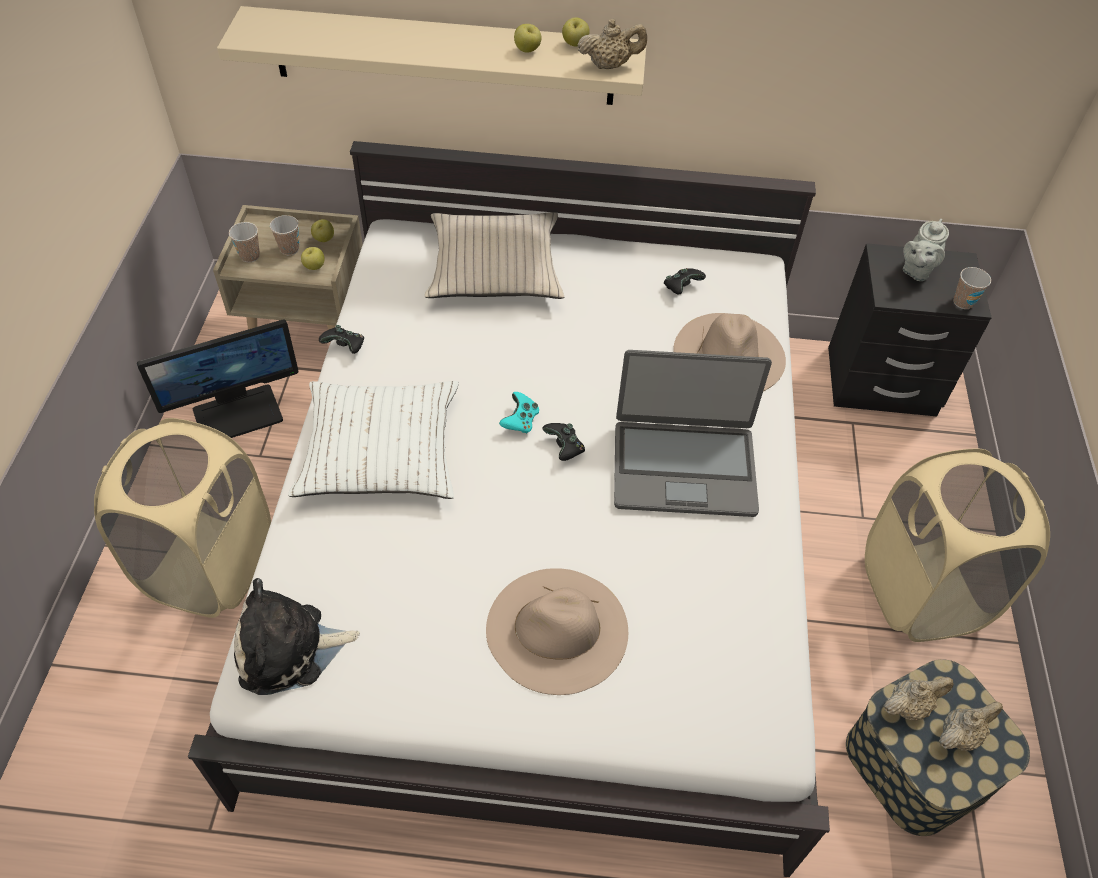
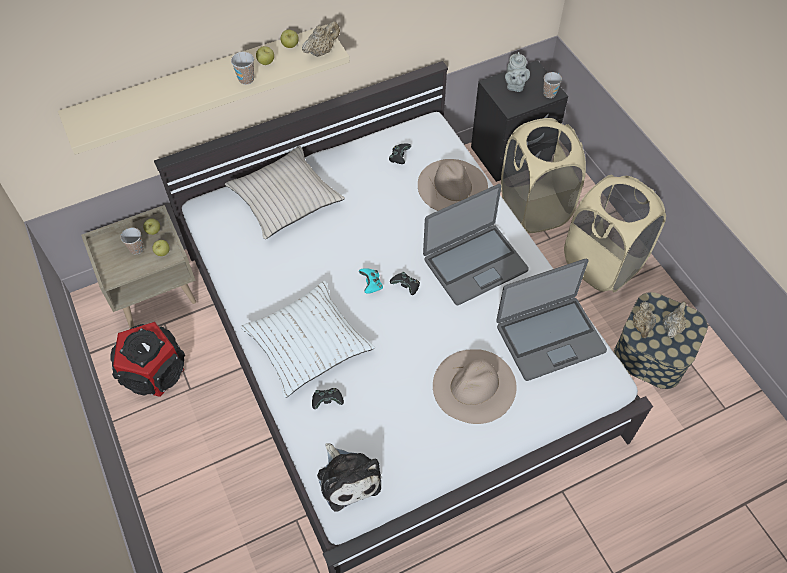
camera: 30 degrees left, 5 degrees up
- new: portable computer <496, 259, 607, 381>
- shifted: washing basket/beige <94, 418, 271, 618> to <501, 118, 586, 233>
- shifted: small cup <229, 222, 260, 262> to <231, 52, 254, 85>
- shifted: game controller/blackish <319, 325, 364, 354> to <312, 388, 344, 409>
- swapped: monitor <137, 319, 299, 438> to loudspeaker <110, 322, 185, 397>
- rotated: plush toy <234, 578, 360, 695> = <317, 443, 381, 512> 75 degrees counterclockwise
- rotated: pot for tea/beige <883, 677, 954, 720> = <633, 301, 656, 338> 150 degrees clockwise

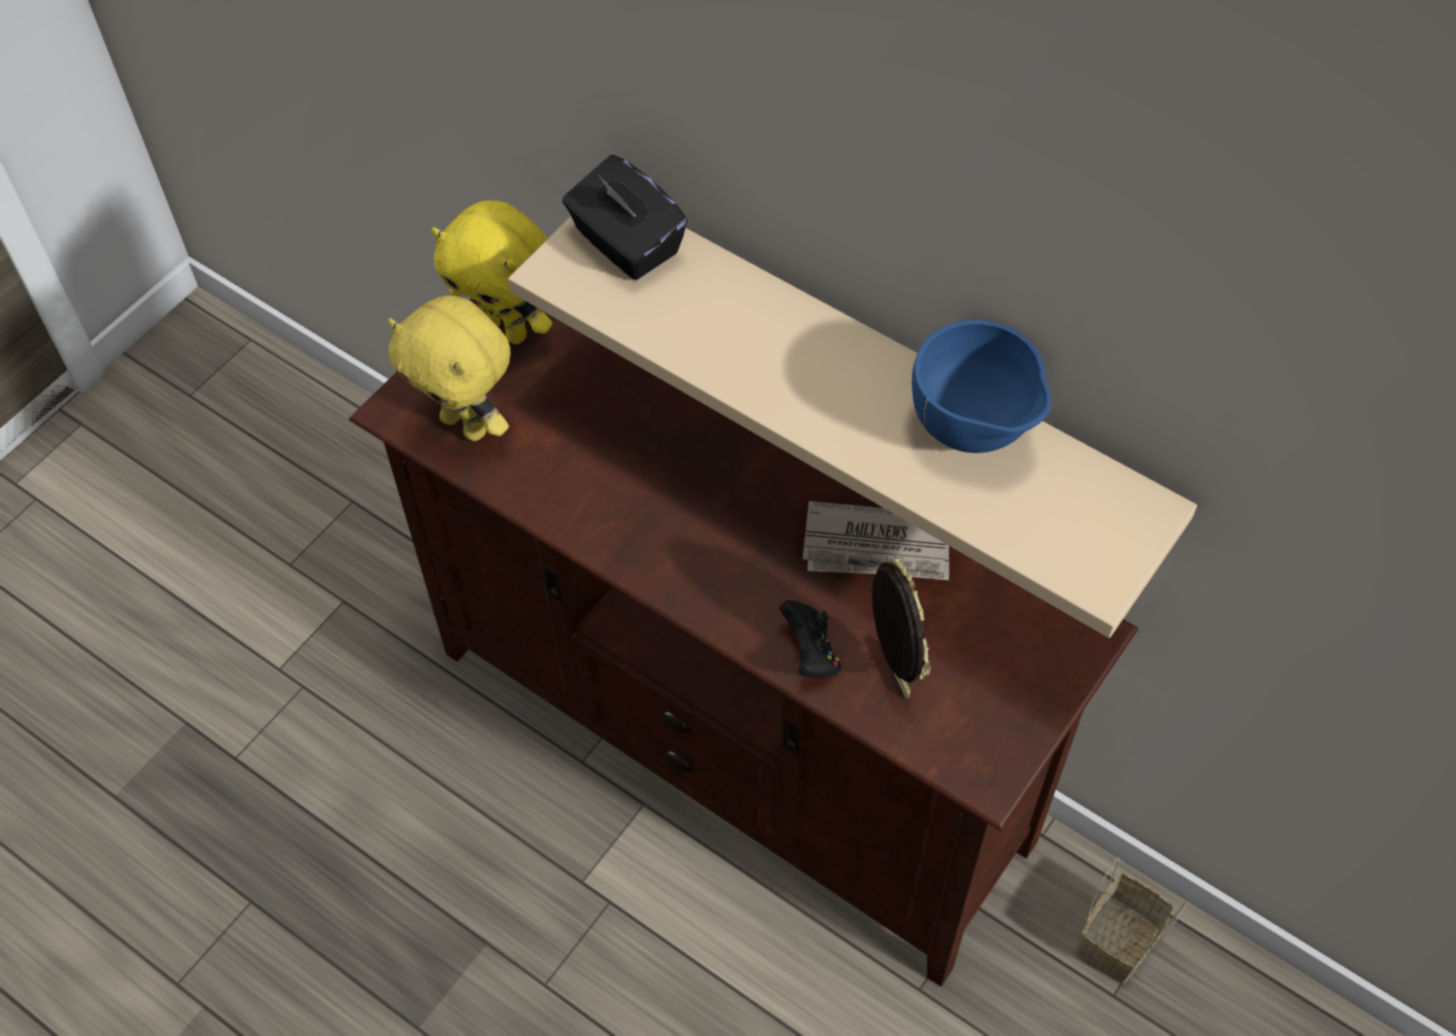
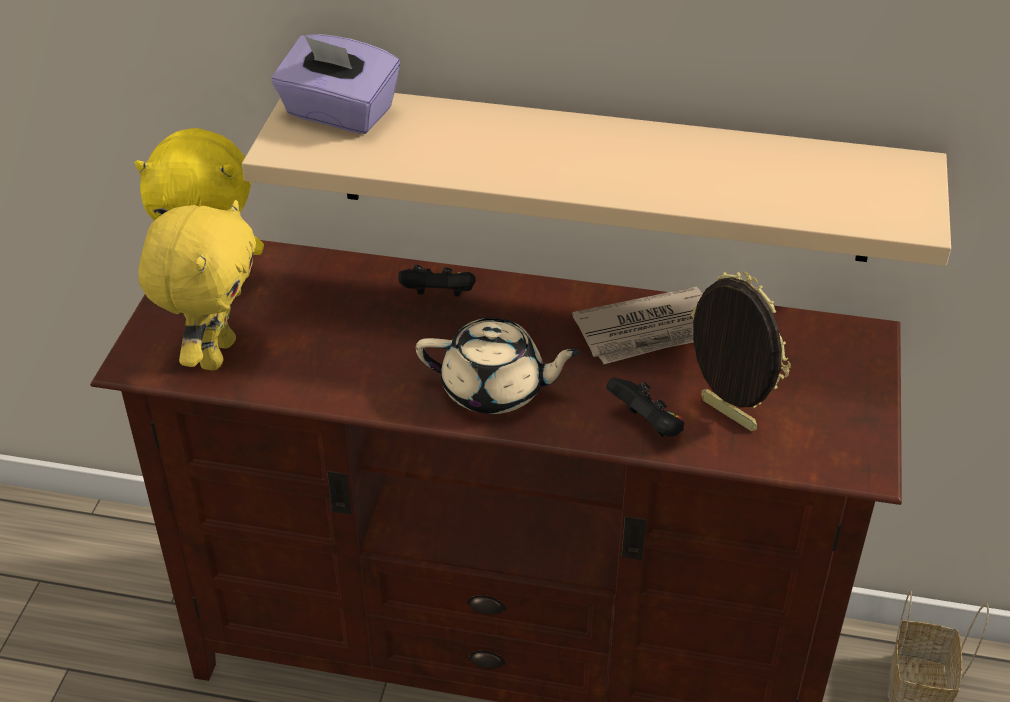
camera: 25 degrees left, 15 degrees down
- gone: bowl/blue-coloured <912, 320, 1051, 453>
- new: game controller/blackish <398, 265, 476, 297>
- new: pot for tea/beige <416, 318, 582, 414>
- repainted: tissue box/blackish <562, 155, 688, 280> to tissue box/purplish <272, 34, 400, 134>
- rotated: plush toy/yellowish <388, 296, 511, 441> = <138, 200, 256, 370> 90 degrees counterclockwise

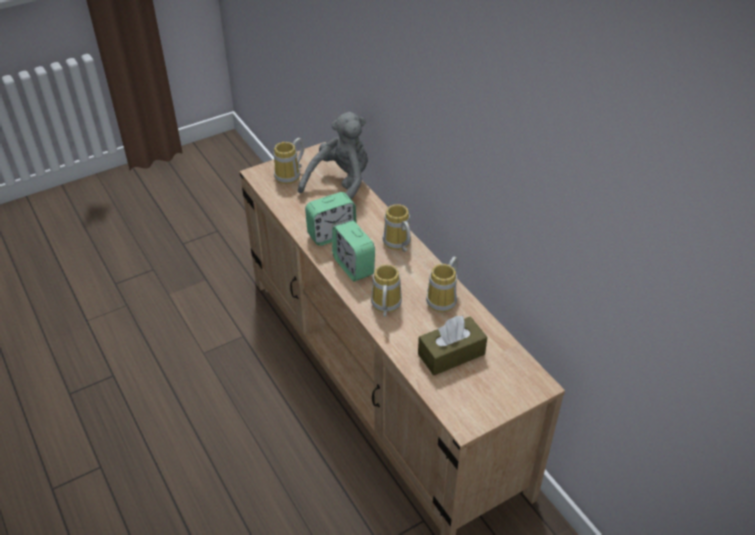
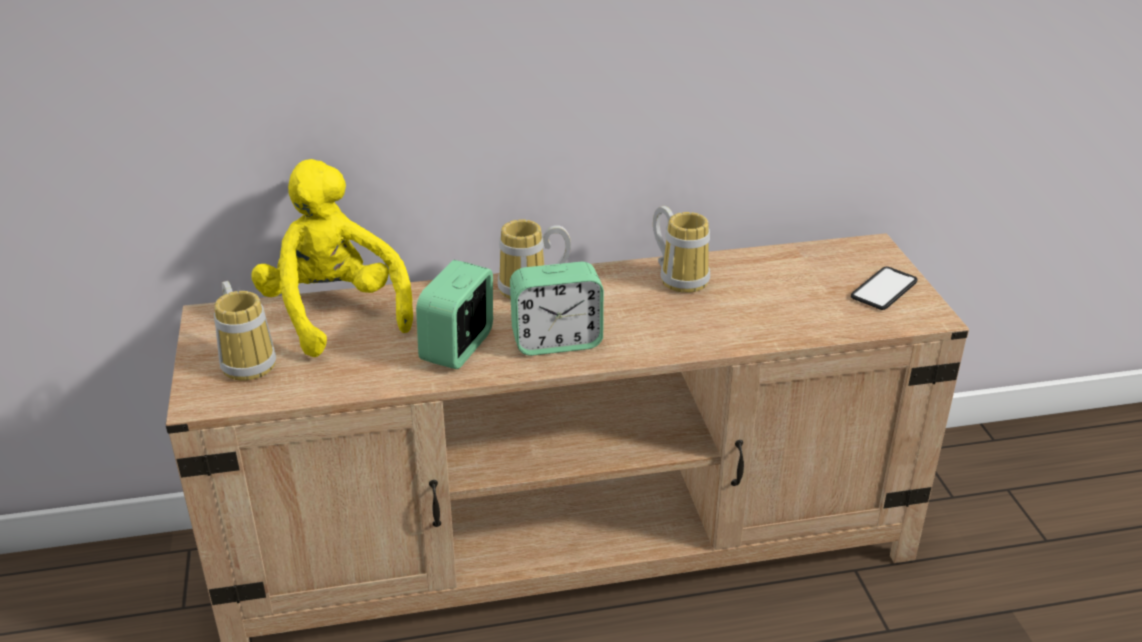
camera: 70 degrees left, 10 degrees down
- gone: mug <371, 264, 402, 317>
- gone: tissue box/brownish <418, 316, 487, 376>
- new: telephone <851, 267, 917, 310>
- repainted: plush toy/gray <298, 112, 368, 199> to plush toy/yellowish <251, 159, 413, 357>
- rotated: bedside clock <305, 192, 357, 246> = <416, 260, 493, 369> 150 degrees counterclockwise

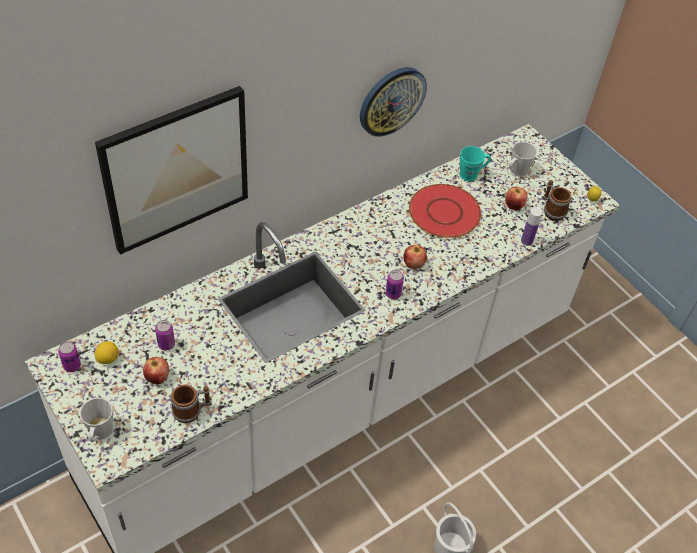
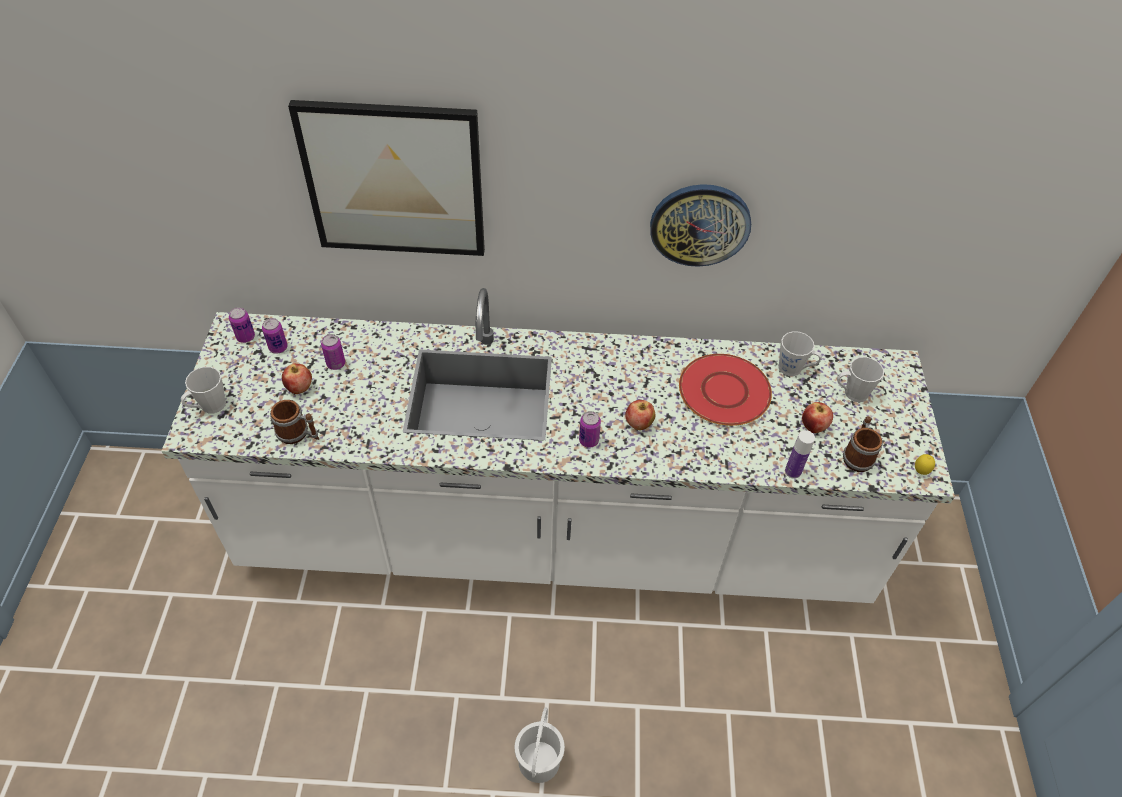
camera: 40 degrees right, 0 degrees up
- swapped: citrus fruit <95, 341, 119, 364> to can <262, 318, 288, 354>
- repainted: mug/turquoise <460, 146, 491, 181> to mug/gray <778, 331, 822, 376>

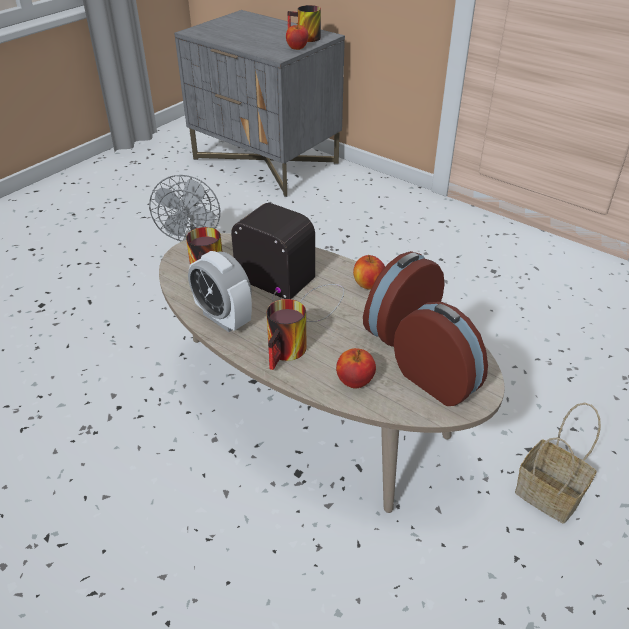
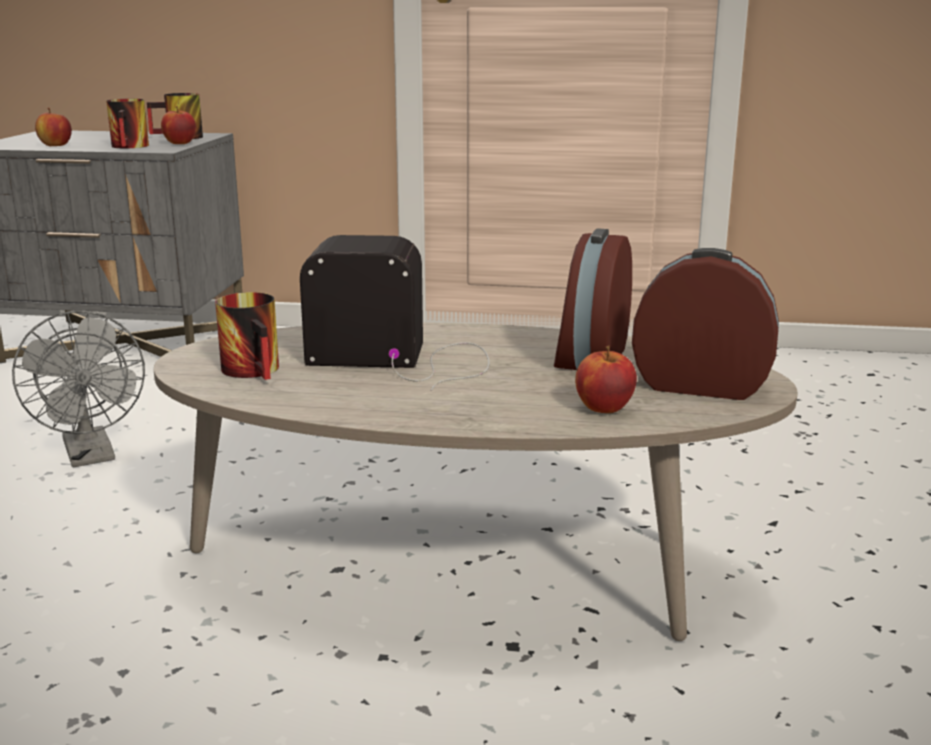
camera: 30 degrees left, 20 degrees down
- gone: bedside clock <188, 251, 252, 332>
- gone: household basket <515, 403, 601, 523>
- shifted: mug <267, 299, 306, 370> to <106, 99, 149, 148>
- shifted: apple <353, 255, 385, 290> to <35, 108, 72, 146>

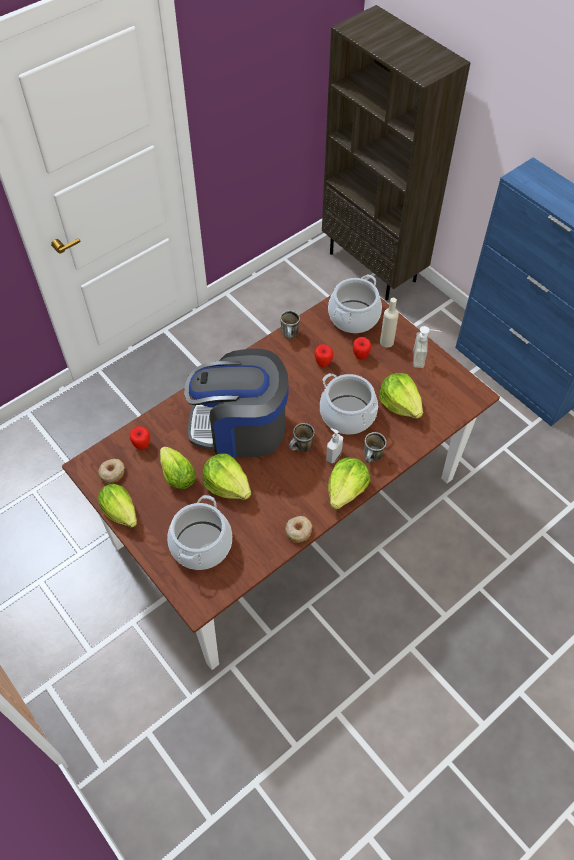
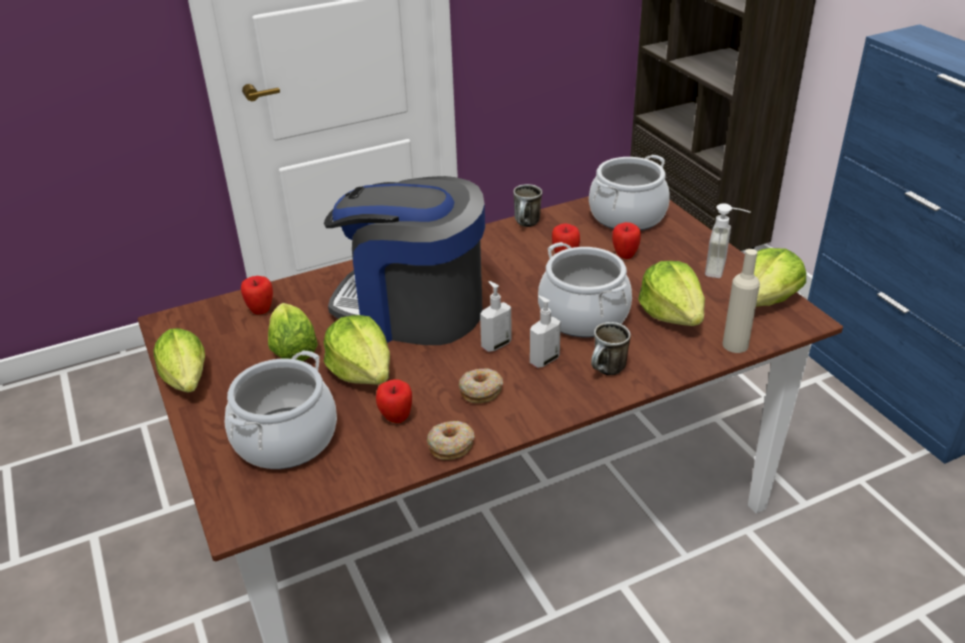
camera: 15 degrees right, 20 degrees down
- new: apple <376, 379, 412, 423>
- shifted: doughnut <98, 459, 125, 484> to <458, 369, 503, 403>
- shifted: head of lettuce <328, 457, 371, 509> to <754, 248, 806, 307>
- shifted: beverage bottle/beige <380, 298, 399, 348> to <723, 249, 760, 353>
- swapped: mug <289, 423, 315, 452> to liquid soap bottle <480, 281, 512, 352>

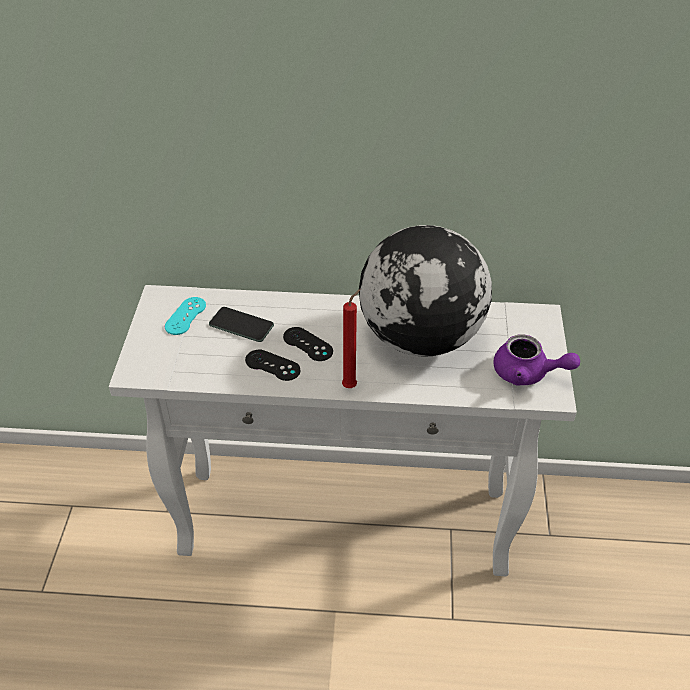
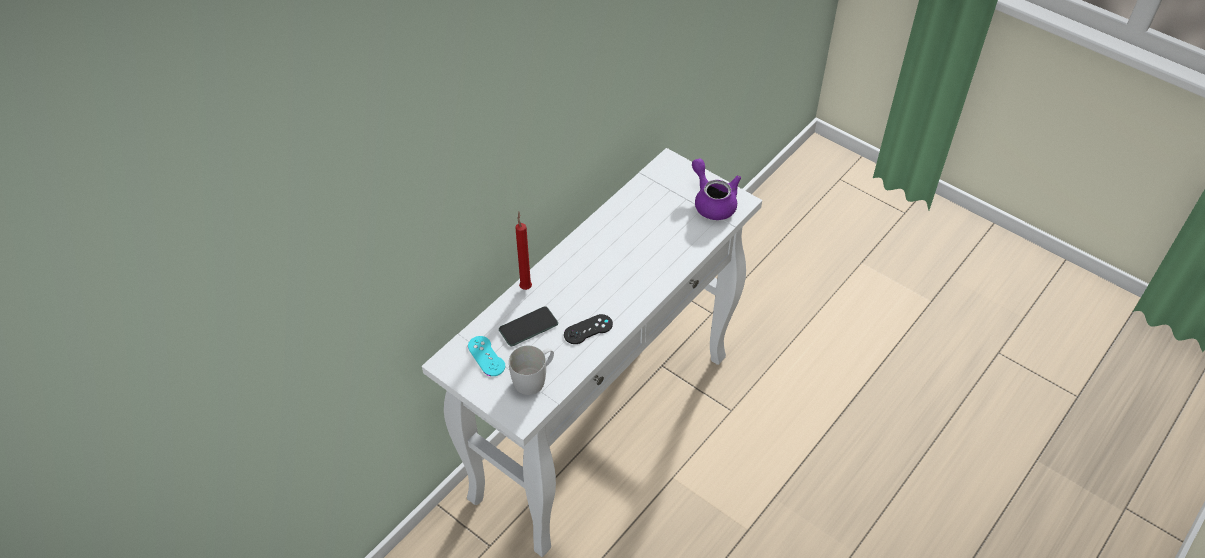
camera: 55 degrees left, 5 degrees up
- gone: game controller/blackish <283, 327, 333, 361>
- gone: world globe <359, 225, 492, 357>
- new: mug/white <509, 345, 554, 395>
- shifted: wax candle/red-coloured <342, 289, 360, 388> to <515, 211, 532, 290>
- rotated: pot for tea/purplish <494, 334, 580, 386> = <692, 158, 741, 220> 90 degrees counterclockwise

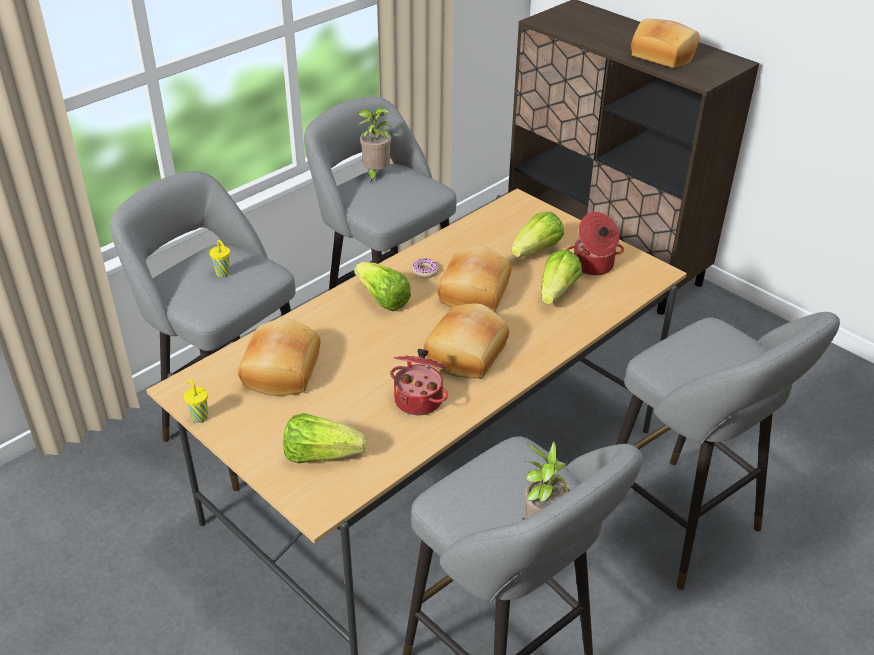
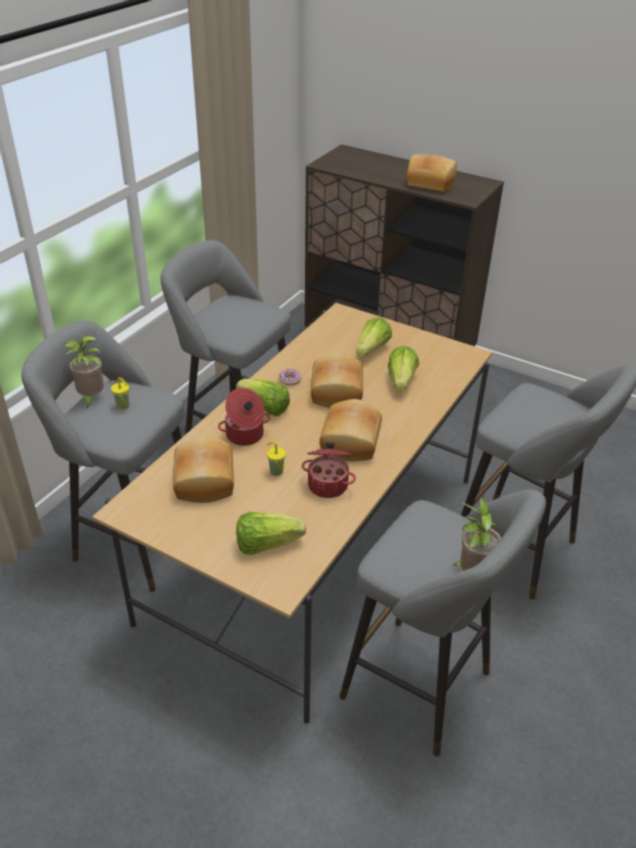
camera: 15 degrees left, 0 degrees up
- shifted: small cup/yellowish <184, 380, 208, 423> to <267, 441, 286, 476>
- shifted: potted plant <357, 108, 392, 183> to <63, 336, 104, 408>
- shifted: stockpot <567, 212, 624, 275> to <218, 388, 271, 446>

